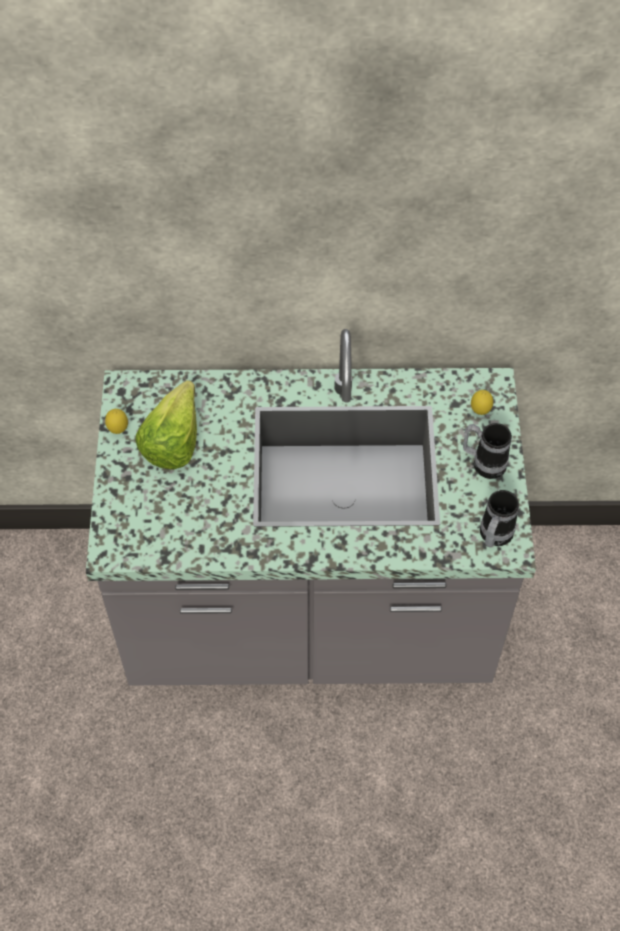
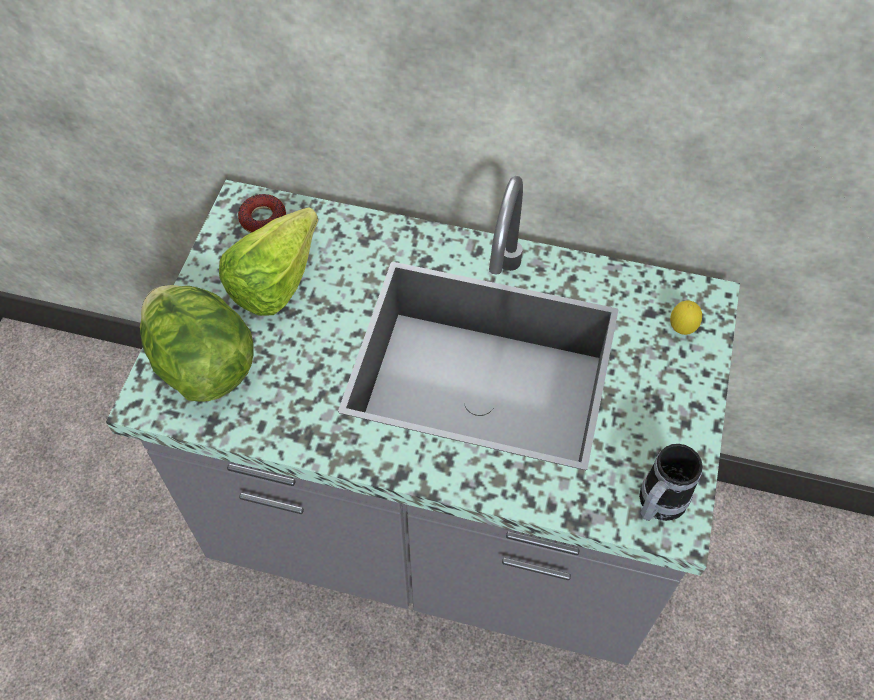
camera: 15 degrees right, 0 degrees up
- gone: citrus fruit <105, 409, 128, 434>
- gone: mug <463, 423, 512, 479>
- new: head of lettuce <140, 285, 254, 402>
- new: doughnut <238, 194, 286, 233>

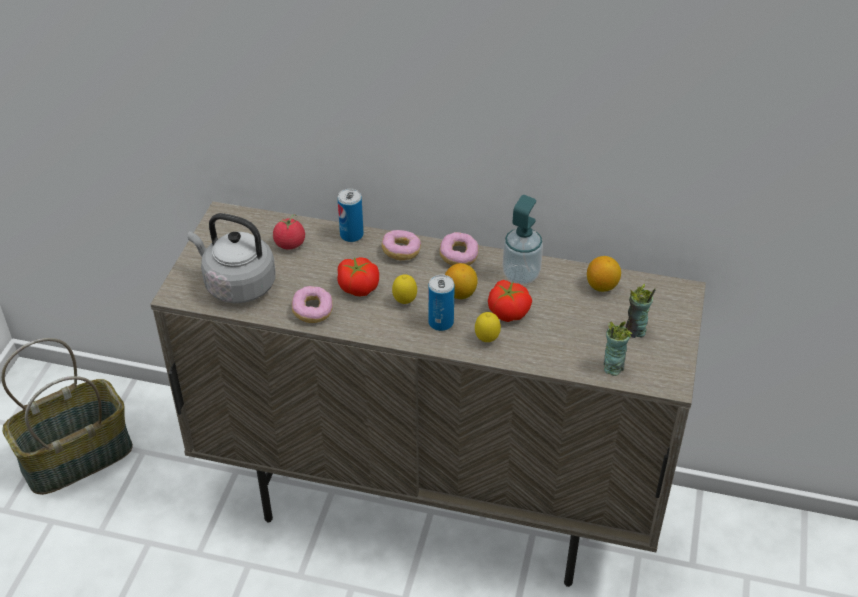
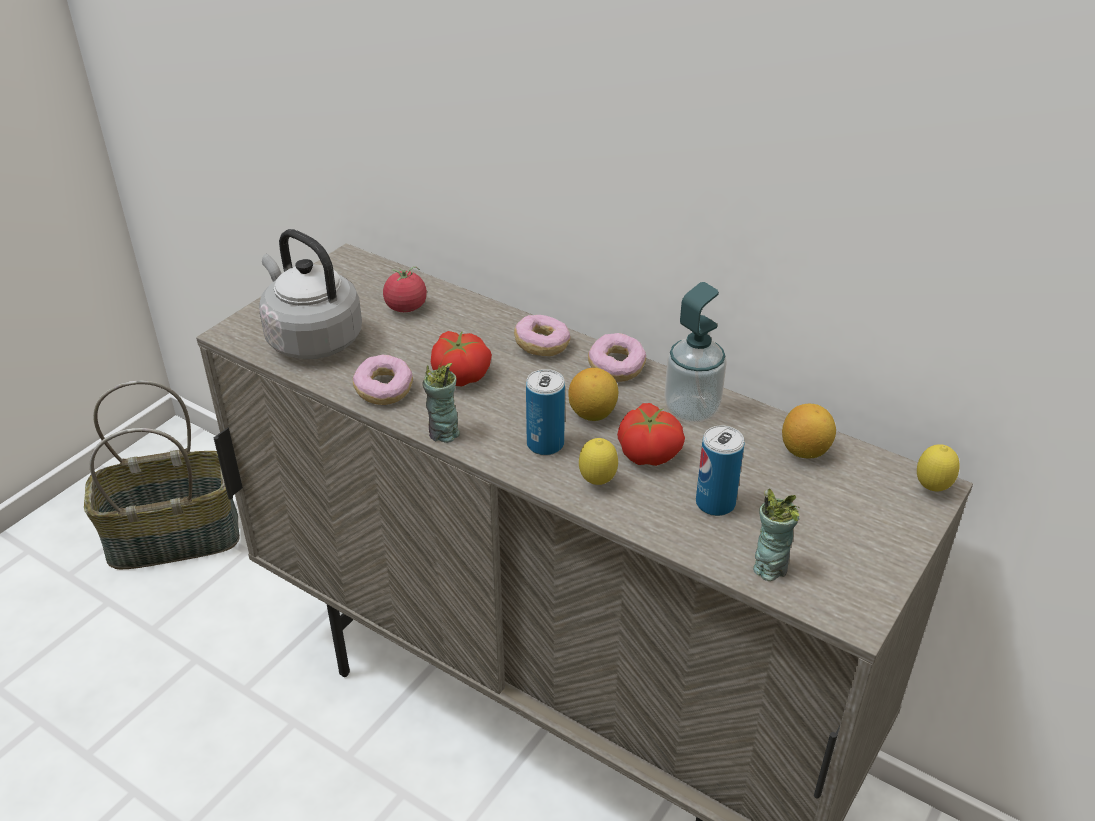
camera: 20 degrees right, 5 degrees down
- shifted: can <338, 189, 364, 242> to <696, 425, 745, 516>
- shifted: citrus fruit <392, 274, 417, 304> to <917, 444, 960, 492>
- shifted: small cup <626, 284, 656, 338> to <423, 363, 460, 443>

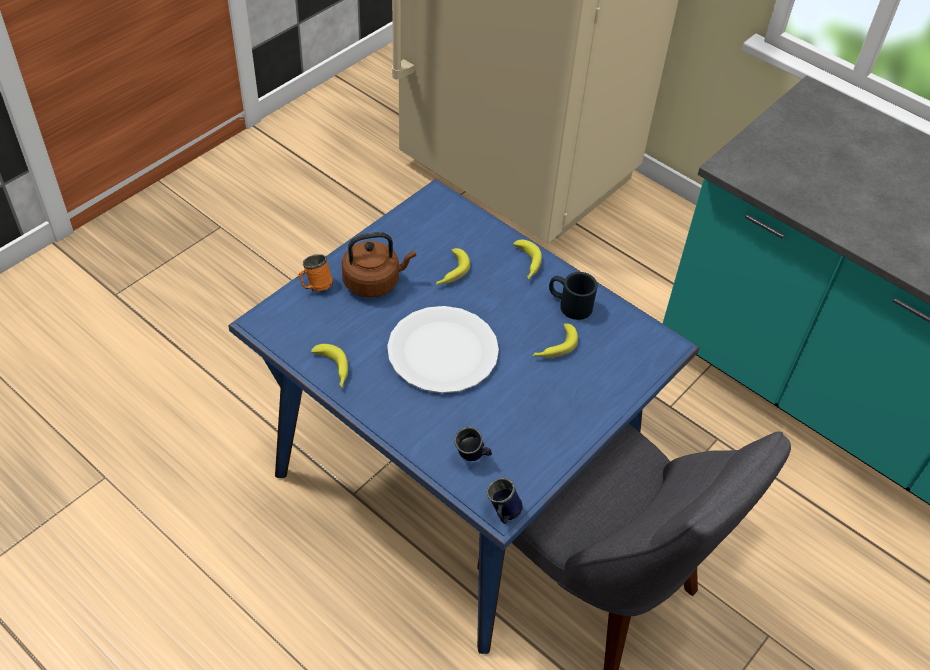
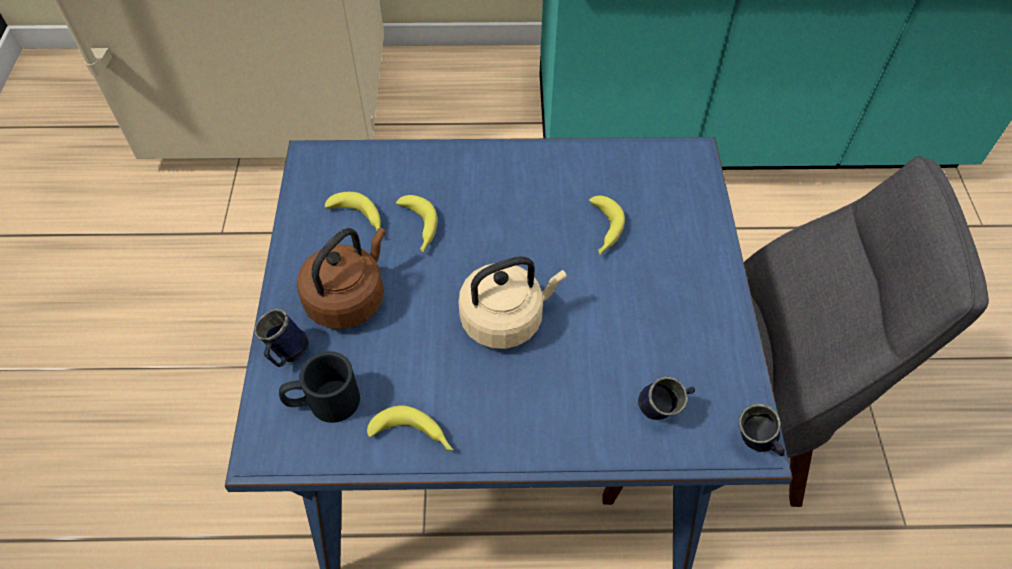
camera: 40 degrees left, 5 degrees up
- shifted: whole banana <513, 240, 542, 279> to <325, 192, 381, 231>
- shifted: mug/blackish <549, 272, 598, 320> to <279, 351, 360, 423>
- swapped: plate/white <387, 306, 499, 393> to kettle/beige <459, 256, 567, 349>
- repainted: mug/orangey <298, 254, 333, 291> to mug/blue-coloured <254, 309, 309, 367>

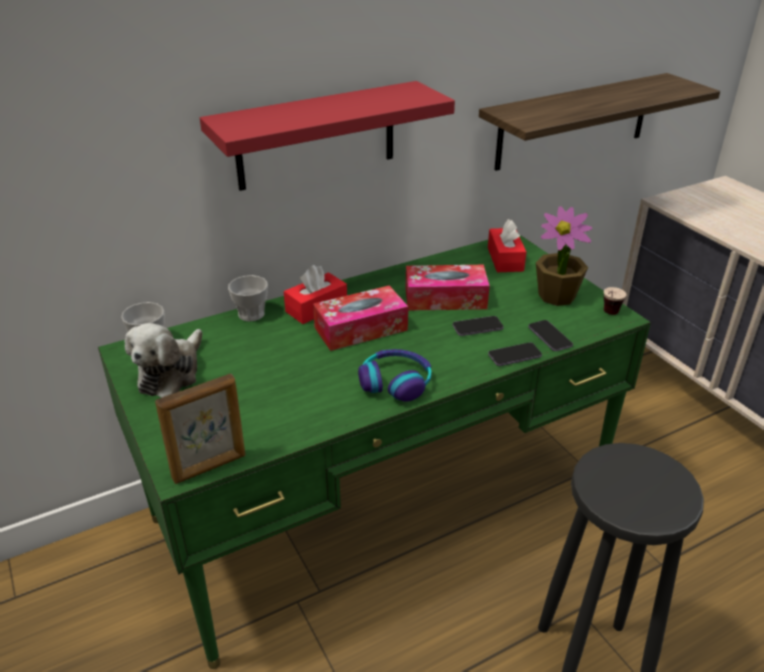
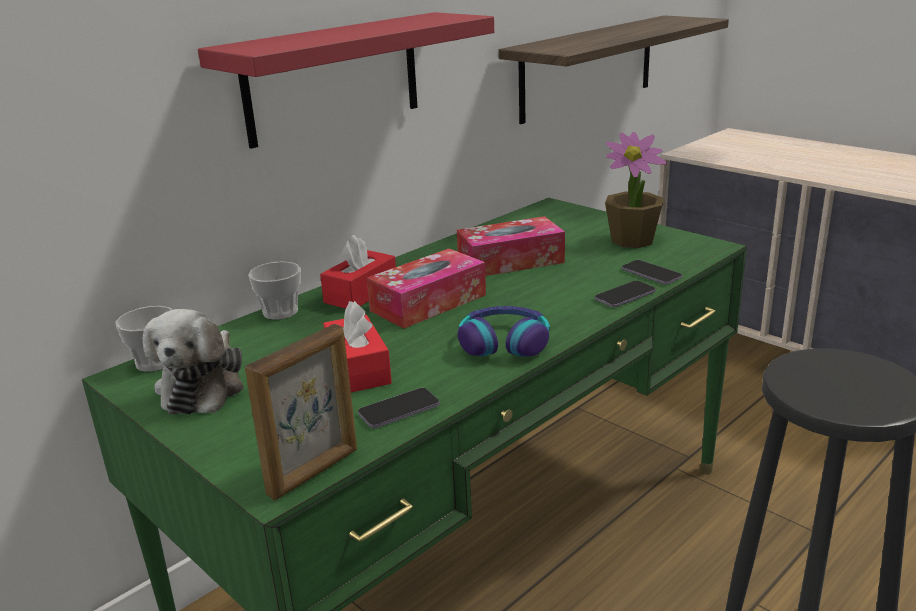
camera: 15 degrees left, 10 degrees down
- gone: small cup <604, 287, 626, 315>
- shifted: telephone <453, 316, 504, 336> to <358, 388, 439, 428>
- shifted: tissue box/red-coloured <488, 219, 526, 272> to <323, 301, 392, 392>

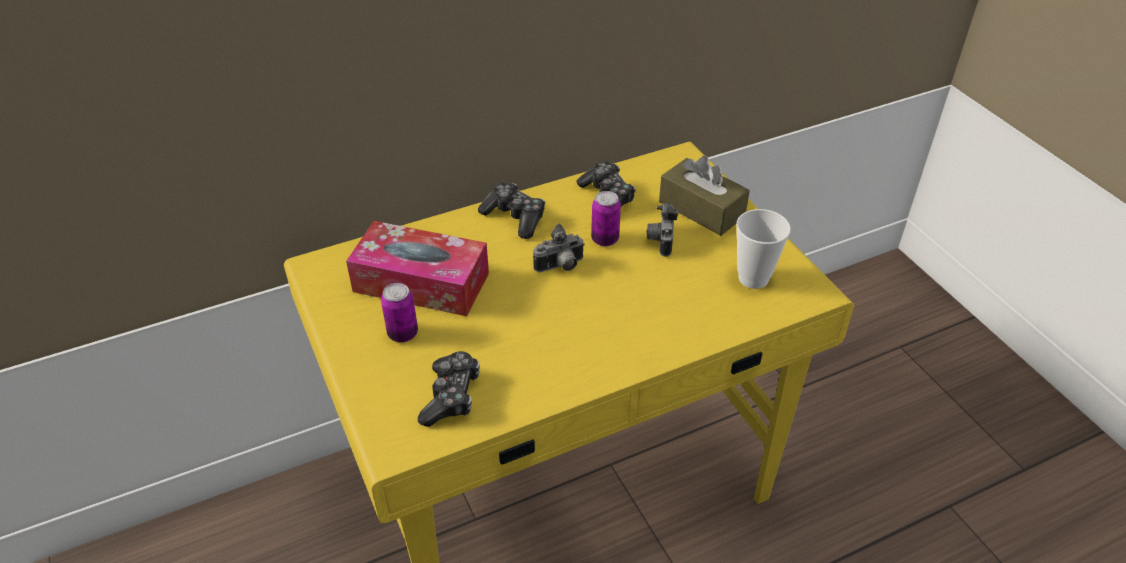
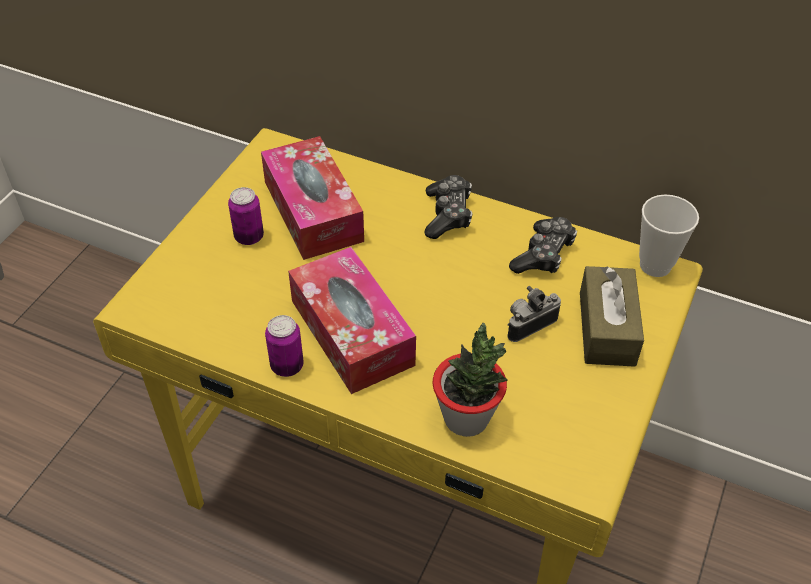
camera: 50 degrees right, 5 degrees up
- gone: game controller <418, 351, 480, 427>
- gone: photo camera <533, 224, 585, 272>
- new: tissue box <288, 247, 416, 394>
- new: potted plant <433, 323, 508, 437>
- shifted: can <591, 191, 621, 246> to <265, 315, 304, 377>
- shifted: small cup <736, 209, 791, 289> to <639, 195, 699, 277>

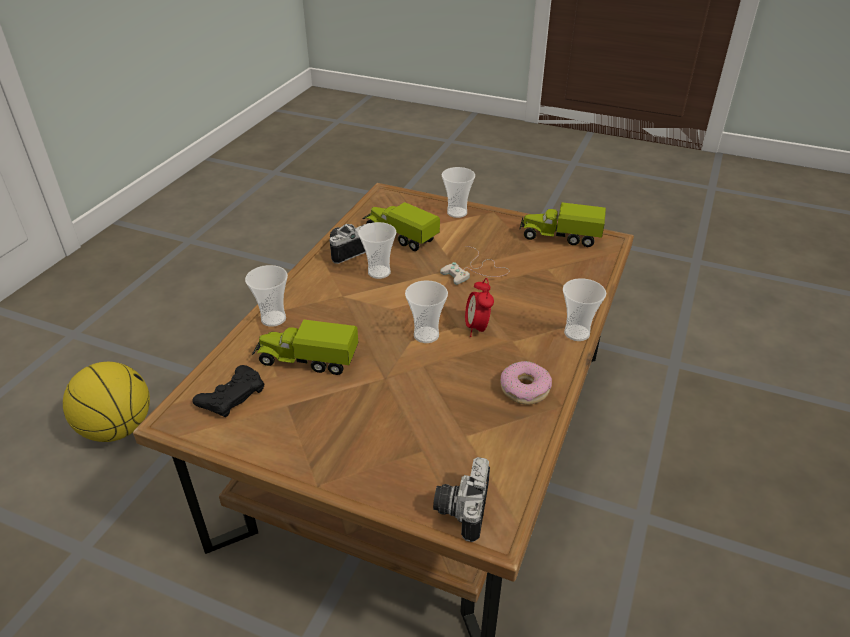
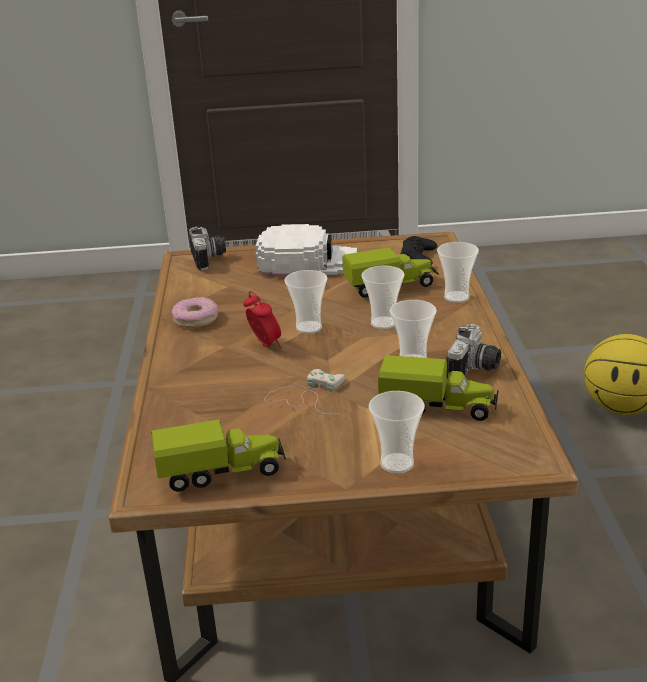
camera: 155 degrees right, 10 degrees down
- new: cap/white <256, 224, 357, 277>
- shifted: small cup <563, 278, 606, 341> to <361, 266, 404, 329>

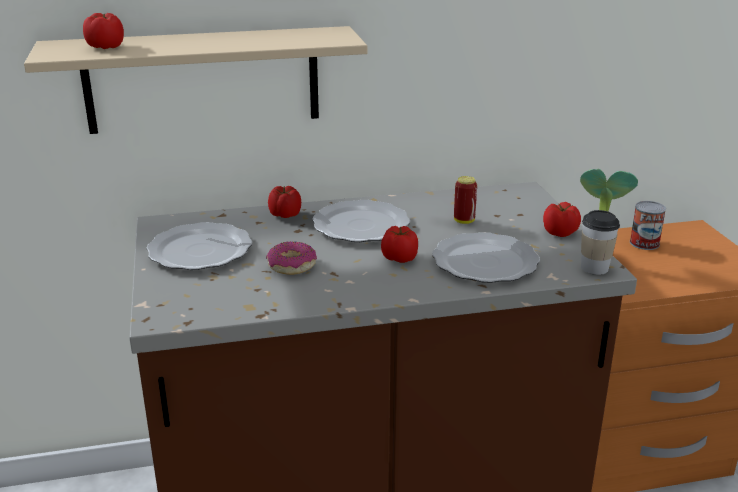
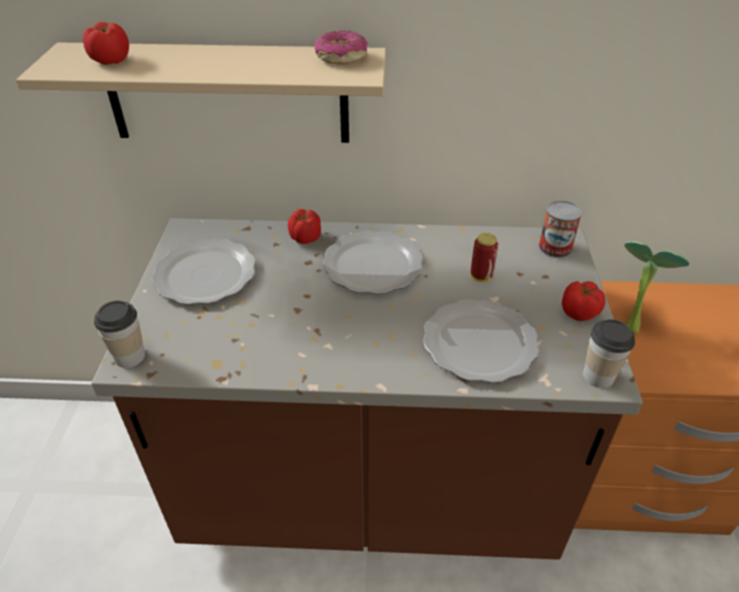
camera: 15 degrees right, 15 degrees up
- gone: fresh tomato <381, 226, 418, 263>
- new: small cup <94, 301, 145, 368>
- shifted: doughnut <266, 242, 317, 275> to <315, 30, 368, 64>
- shifted: can <630, 201, 666, 250> to <538, 200, 582, 258>

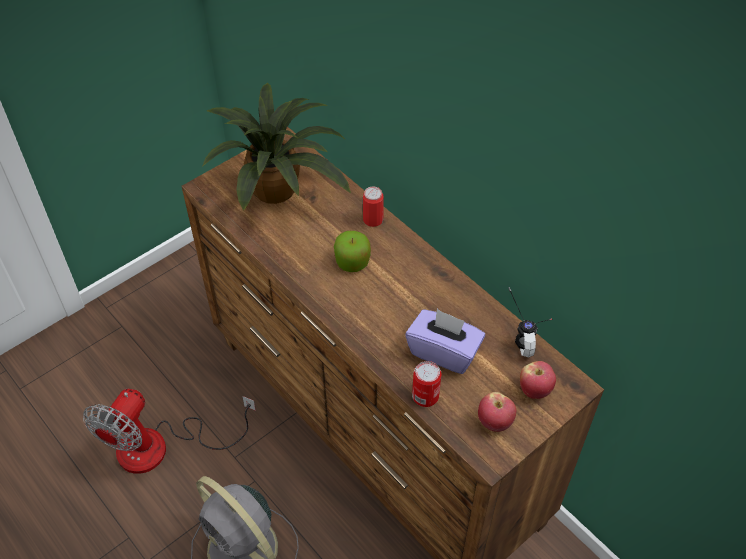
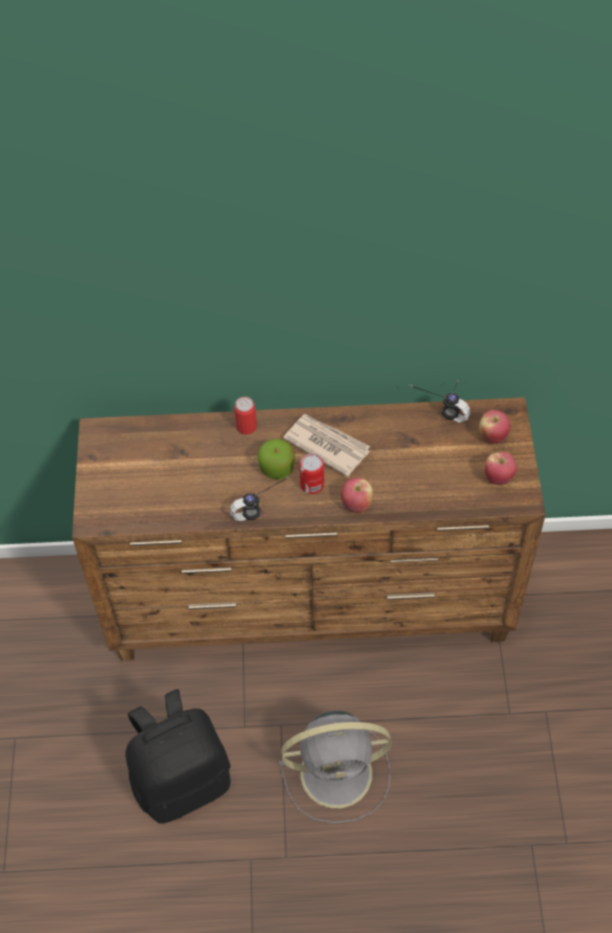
camera: 50 degrees left, 5 degrees up
- gone: potted plant <203, 83, 351, 211>
- gone: tissue box/purplish <405, 309, 485, 374>
- new: pair of headphones <230, 476, 291, 521>
- new: daily paper <283, 414, 370, 477>
- new: apple <341, 478, 373, 513>
- shifted: can <412, 361, 442, 407> to <299, 453, 324, 494>
- swapped: cooling fan <83, 389, 256, 474> to knapsack/blackish <126, 689, 230, 824>

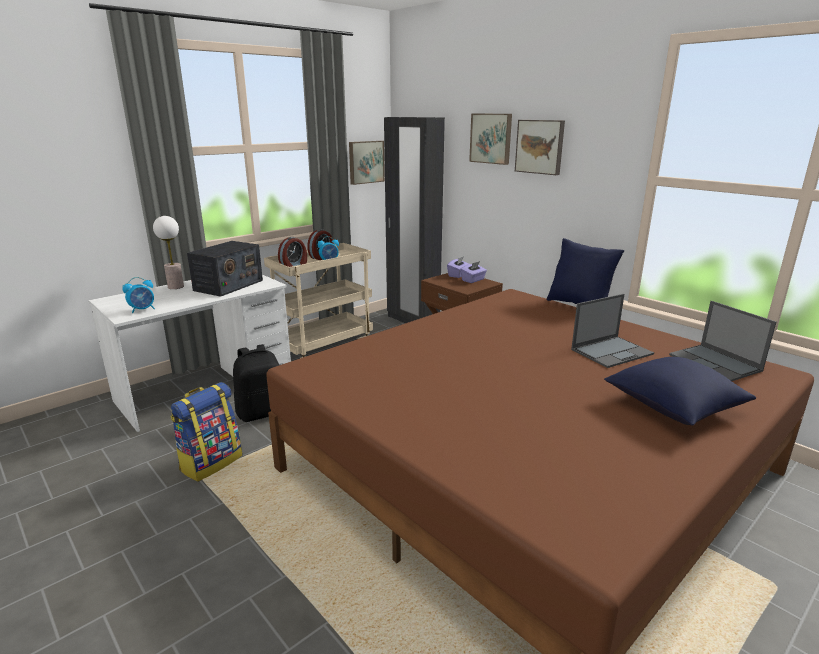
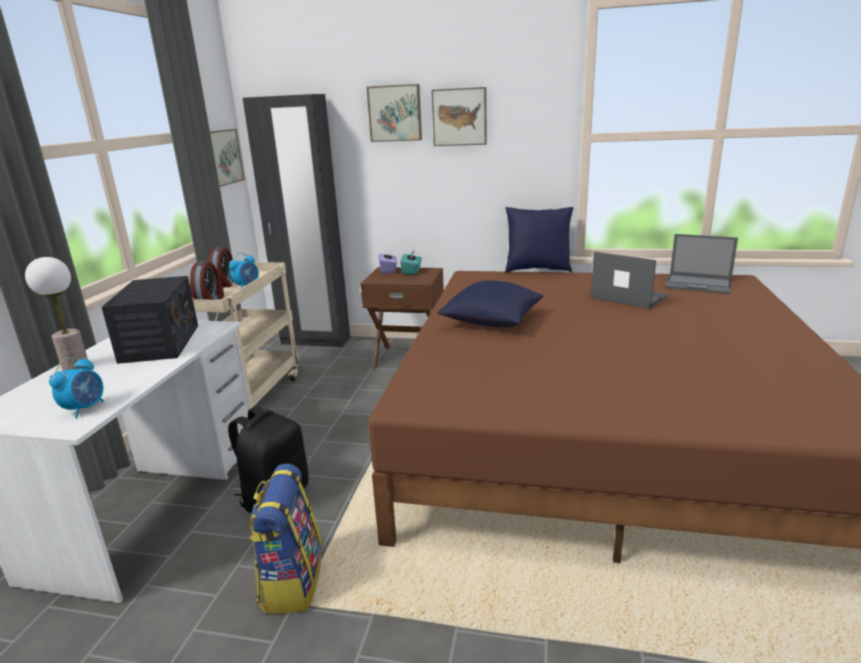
camera: 35 degrees left, 0 degrees up
- shifted: pillow/blue-coloured <604, 357, 756, 426> to <437, 280, 543, 328>
- repainted: tissue box/purplish <460, 261, 487, 283> to tissue box/turquoise <400, 250, 422, 274>
- rotated: portable computer <571, 294, 654, 368> = <591, 252, 668, 309> 75 degrees counterclockwise

